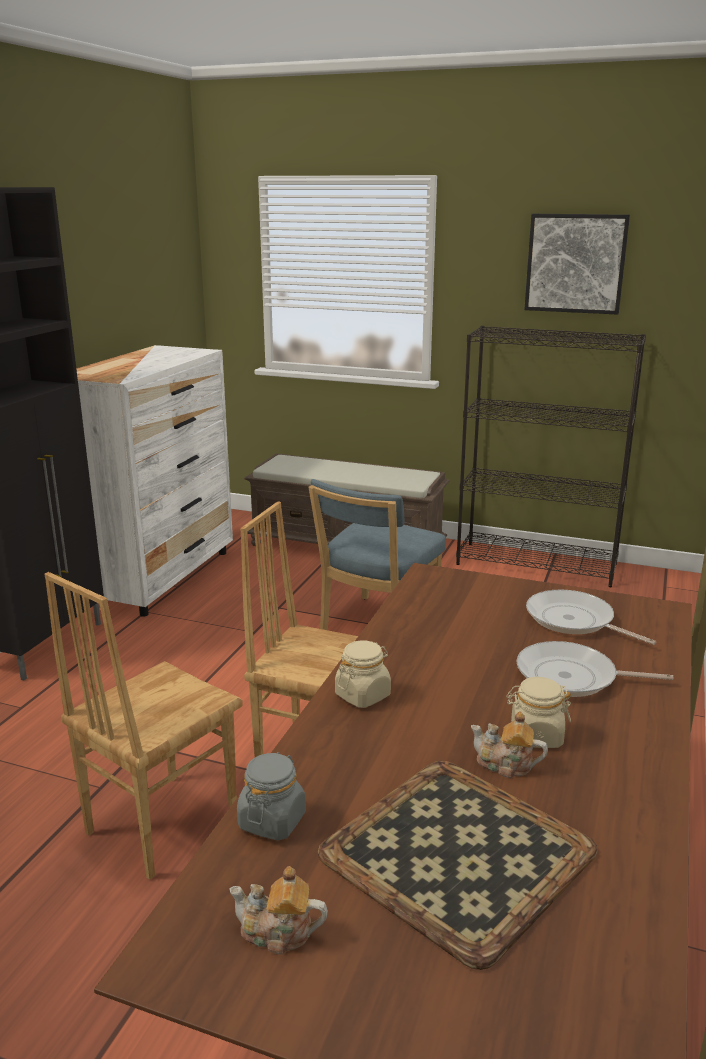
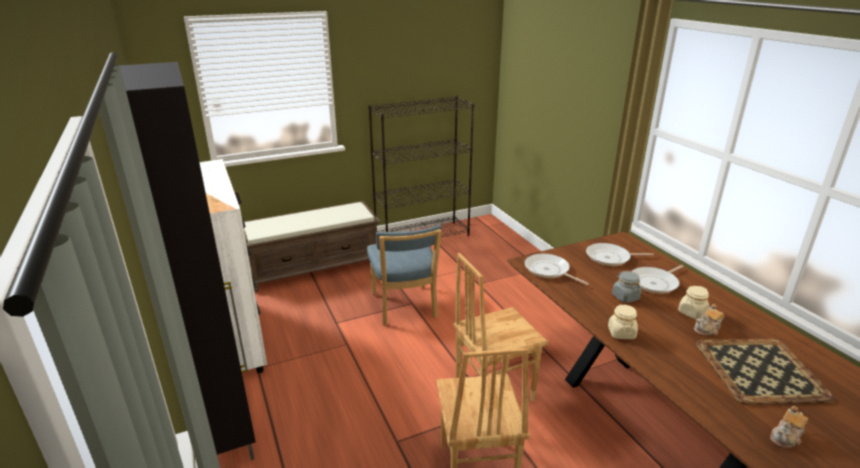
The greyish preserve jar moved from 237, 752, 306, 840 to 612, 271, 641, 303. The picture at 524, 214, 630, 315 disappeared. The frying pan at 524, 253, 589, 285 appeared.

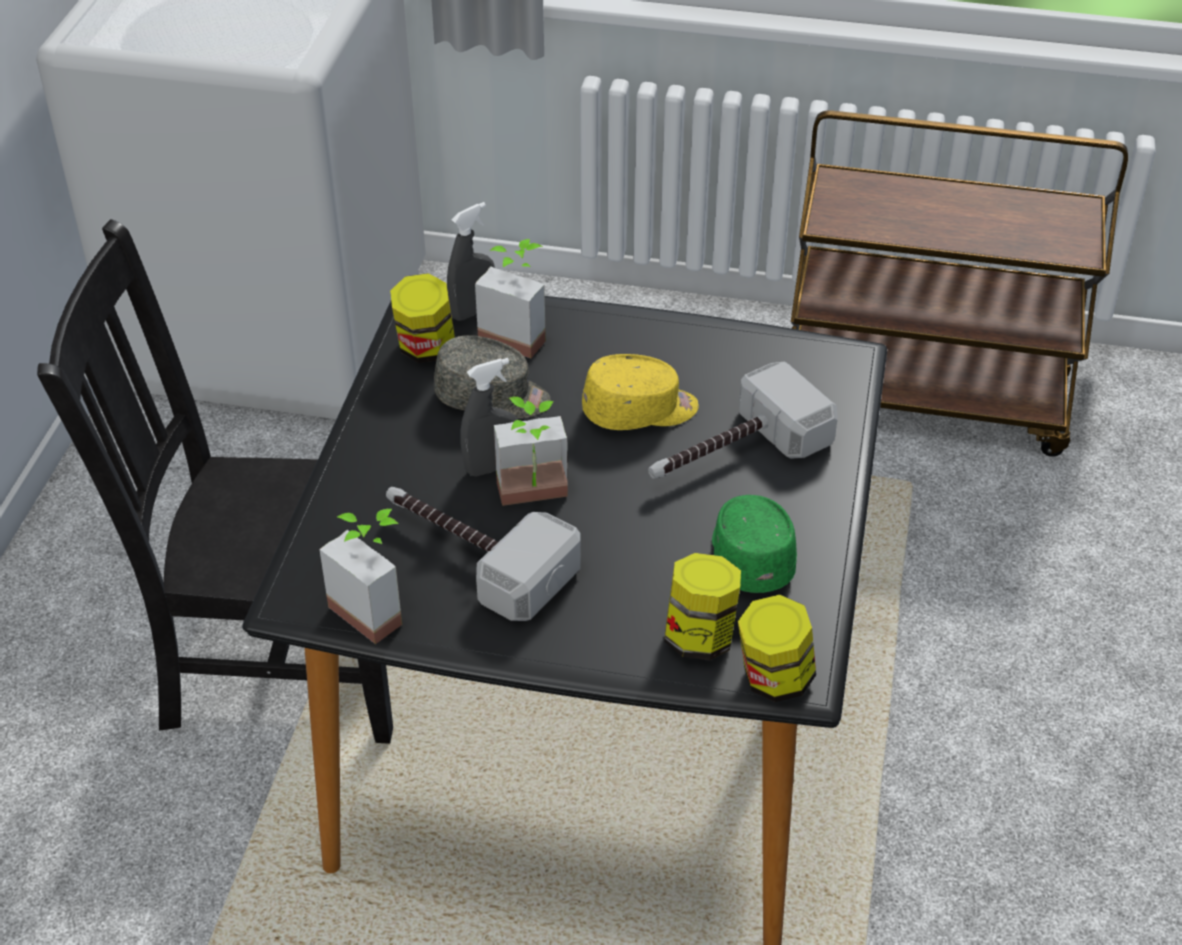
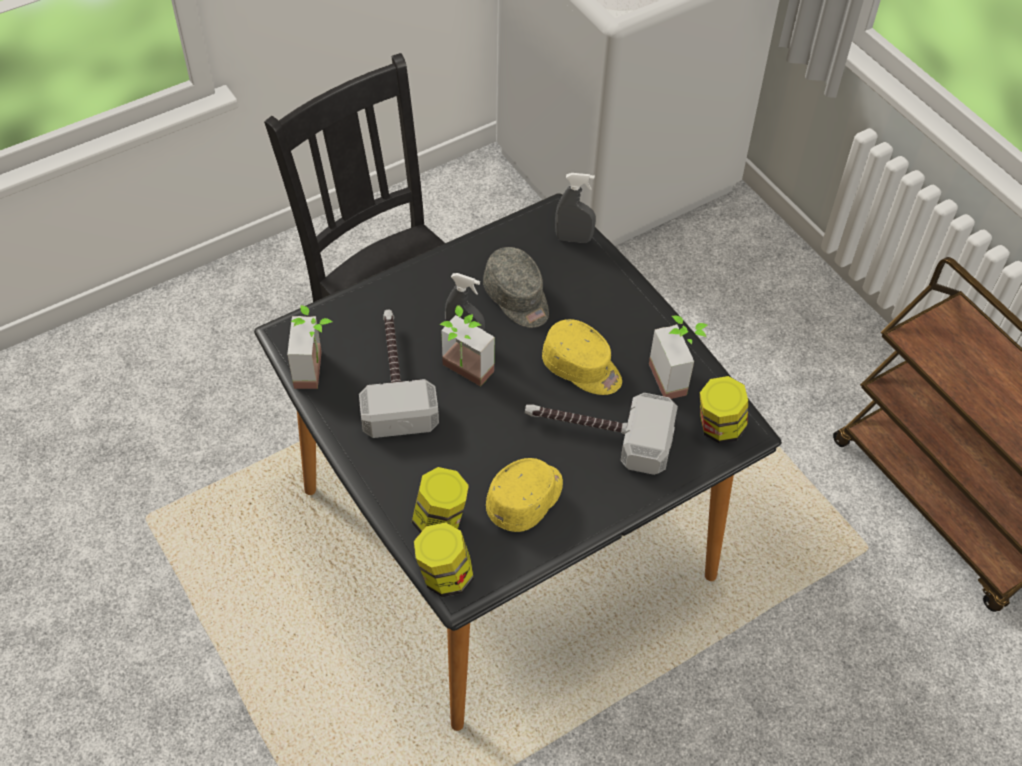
The preserve jar moved from 390, 273, 455, 363 to 700, 376, 748, 444. The potted plant moved from 475, 239, 546, 358 to 649, 316, 708, 399. The greenish baseball cap at 712, 495, 797, 593 became the yellow-coloured baseball cap at 486, 458, 563, 532.

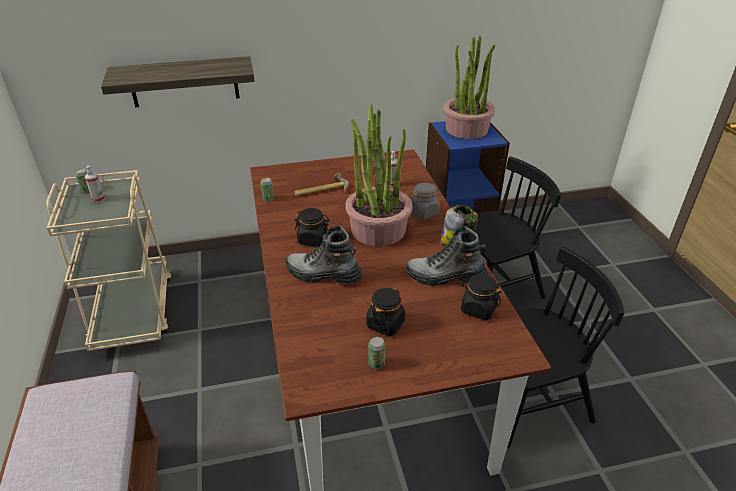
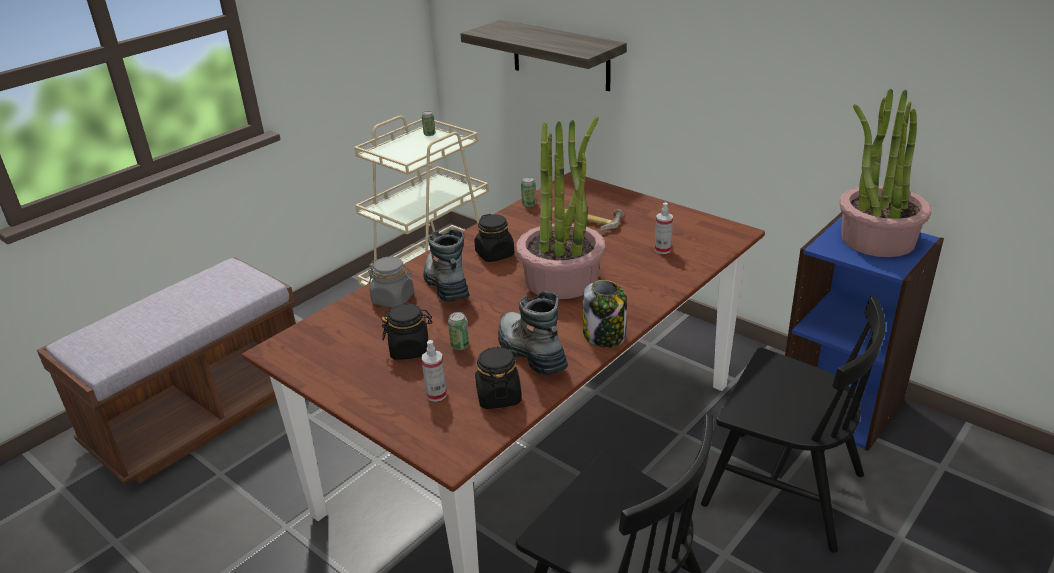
The hand sprayer moved from 85, 166, 105, 203 to 421, 340, 447, 402. The metal can moved from 368, 337, 386, 369 to 448, 312, 469, 350. The greyish preserve jar moved from 411, 183, 440, 220 to 368, 257, 414, 308.

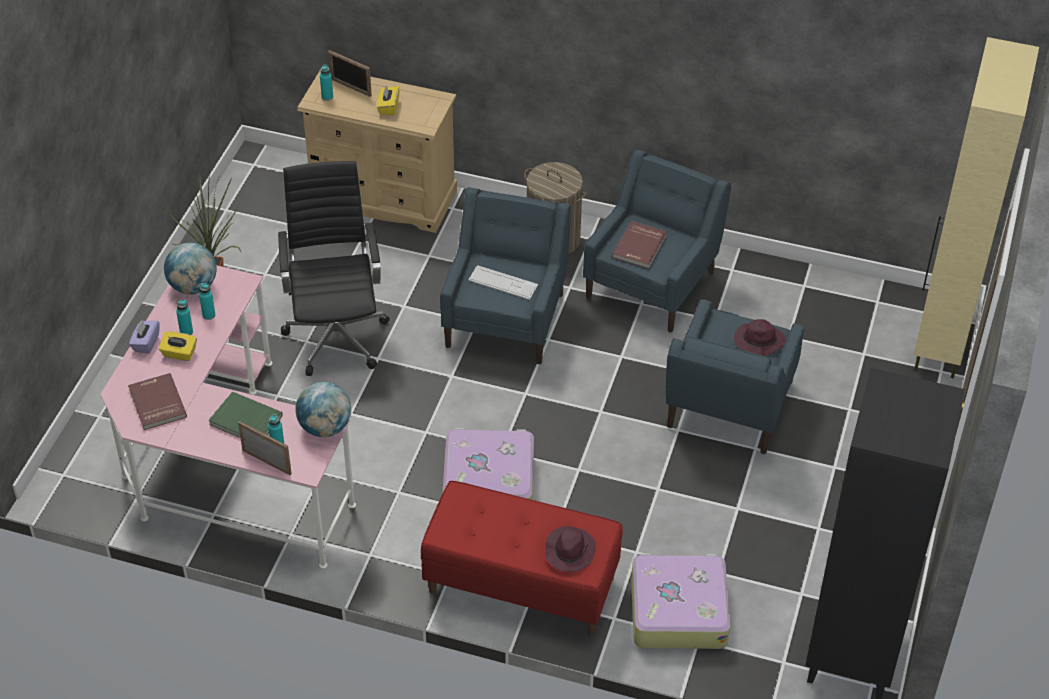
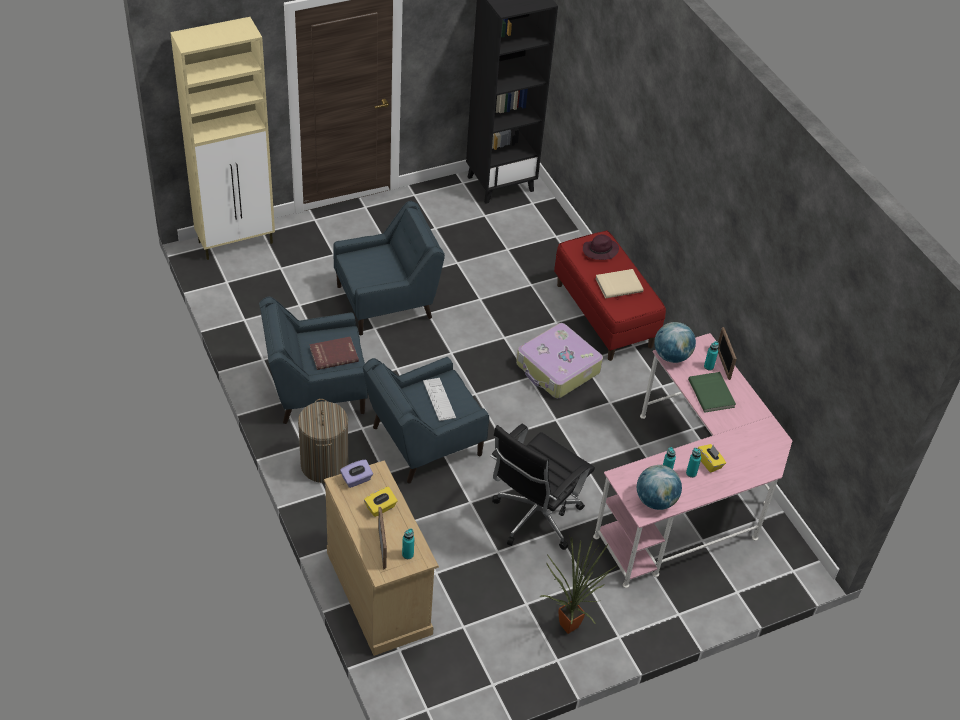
The red-coloured book at 128, 373, 187, 430 disappeared. The purple box of tissues moved from 129, 320, 159, 354 to 340, 459, 373, 488. The piece of luggage at 631, 553, 730, 649 disappeared. The purple wearable hat at 734, 319, 786, 356 disappeared. The beige-coloured book at 595, 269, 643, 298 appeared.

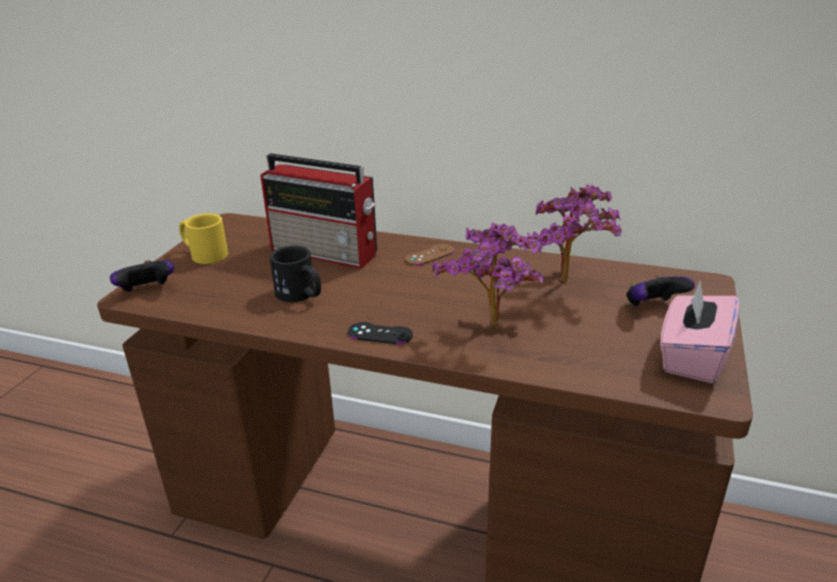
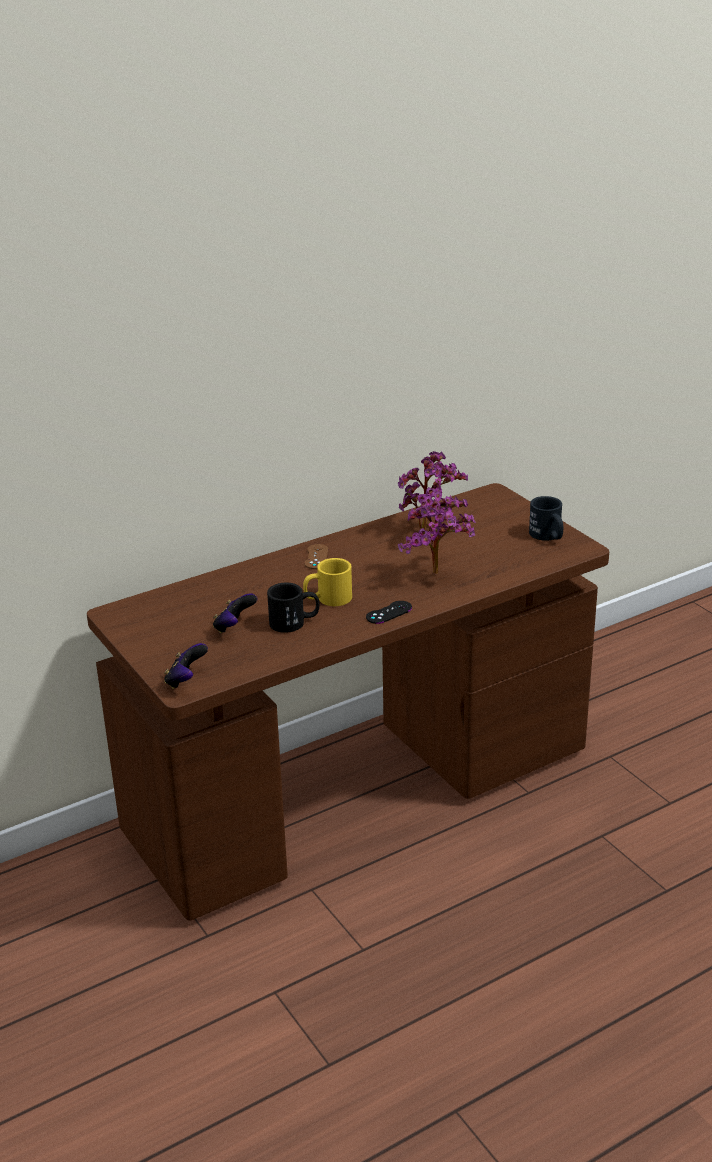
The yellow-coloured coffee mug moved from 179, 213, 228, 264 to 303, 558, 352, 606. The radio at 260, 153, 377, 269 disappeared. The joypad moved from 626, 274, 695, 306 to 213, 593, 258, 633. The pink box of tissues at 660, 281, 740, 383 was replaced by the black coffee mug at 529, 496, 563, 541.

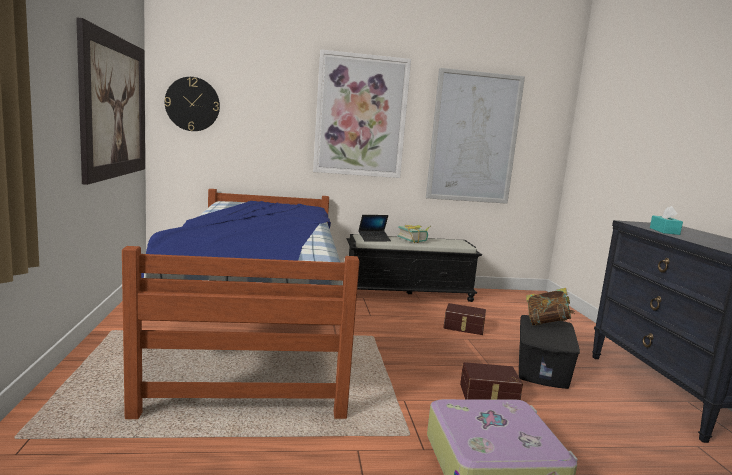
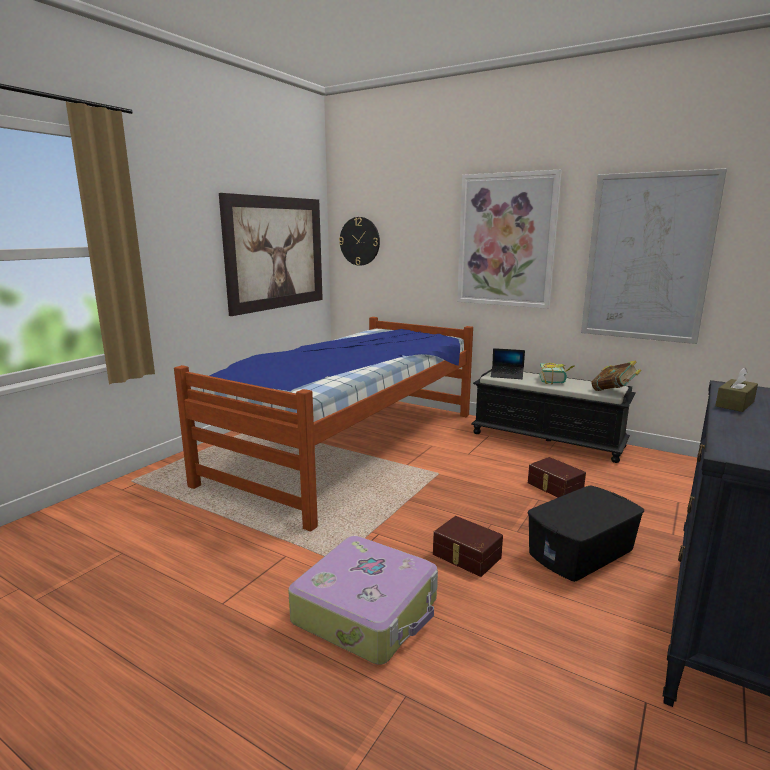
The book moved from 526, 288, 575, 326 to 591, 360, 641, 391. The blue-green box of tissues at 650, 206, 683, 235 became the brown box of tissues at 715, 367, 758, 412.

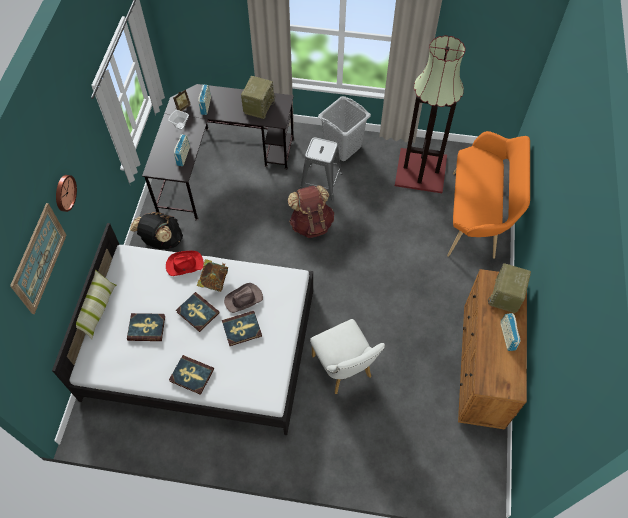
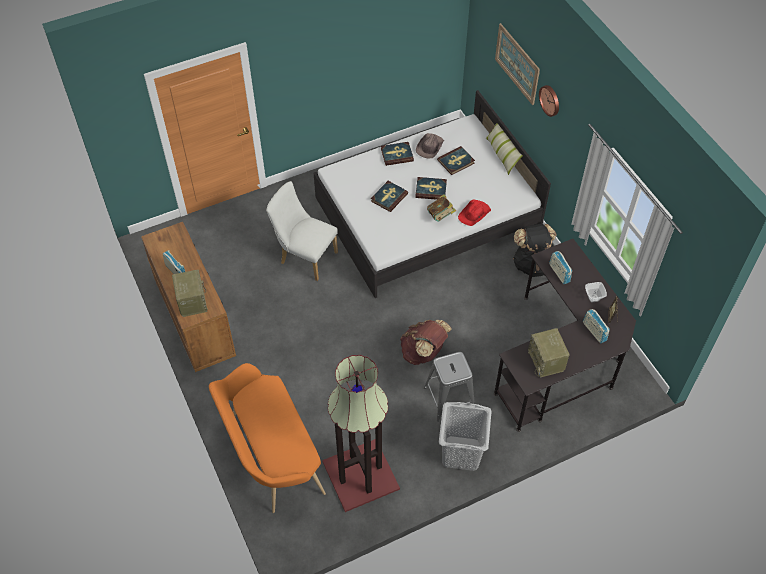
The brown wearable hat moved from 224, 283, 263, 313 to 416, 133, 444, 158.

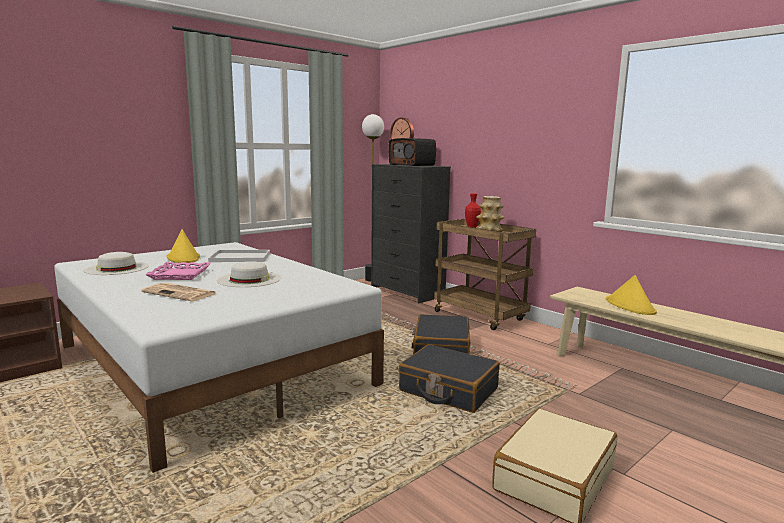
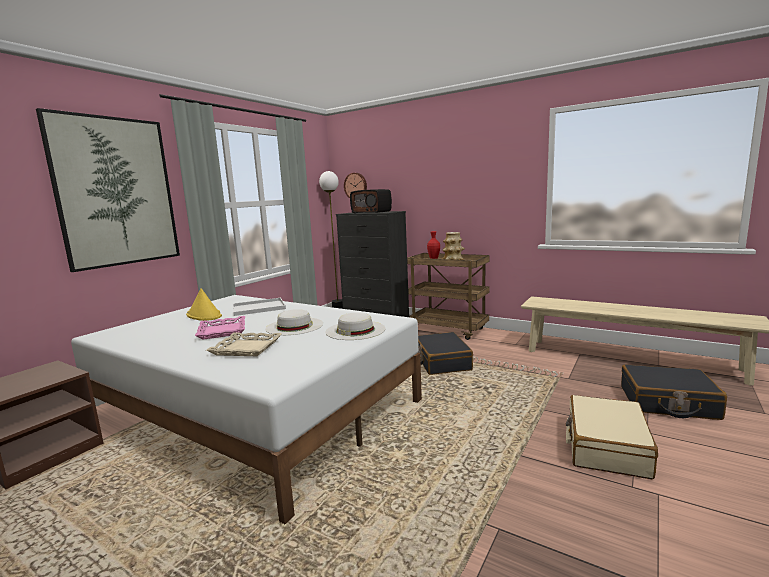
The white-coloured wearable hat moved from 84, 252, 149, 275 to 325, 312, 386, 340. The daily paper at 141, 283, 218, 301 was replaced by the beige-coloured carrying tray at 206, 332, 282, 356. The black piece of luggage moved from 398, 344, 500, 413 to 621, 365, 727, 420. The yellow-coloured wearable hat at 606, 275, 657, 315 disappeared. The picture at 36, 108, 180, 272 appeared.

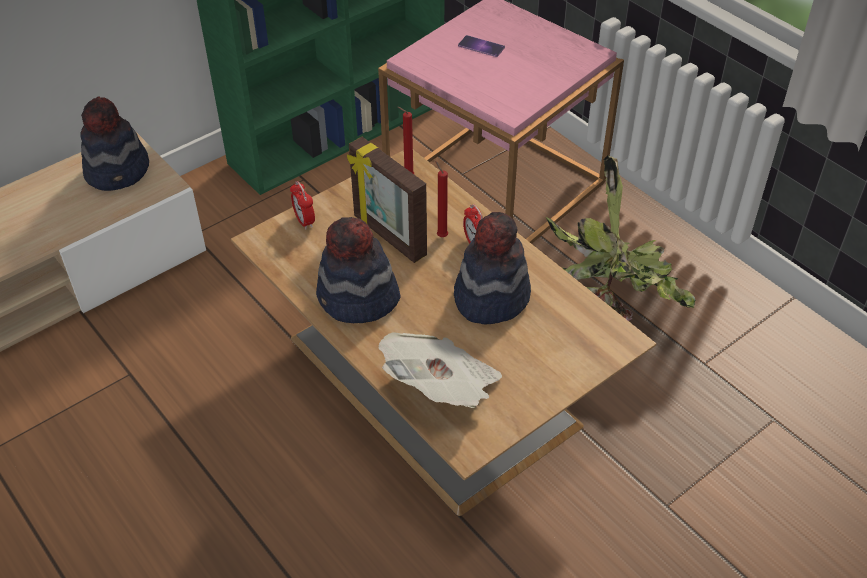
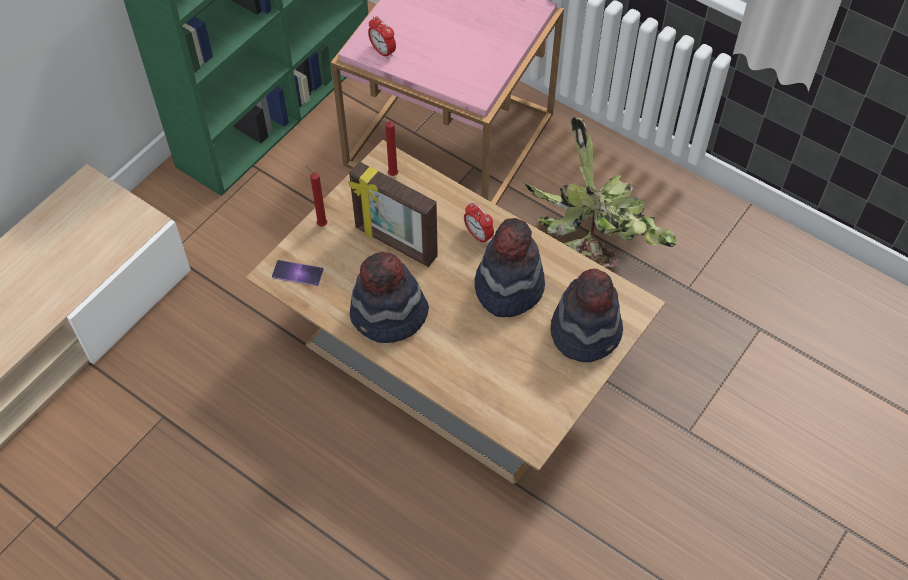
The wearable hat moved from 80, 96, 149, 191 to 550, 269, 623, 362. The alarm clock moved from 290, 181, 315, 230 to 368, 16, 396, 59. The daily paper at 378, 332, 502, 408 disappeared. The red-coloured wax light moved from 435, 161, 448, 237 to 306, 166, 328, 227. The phone moved from 458, 35, 505, 57 to 272, 260, 324, 286.

